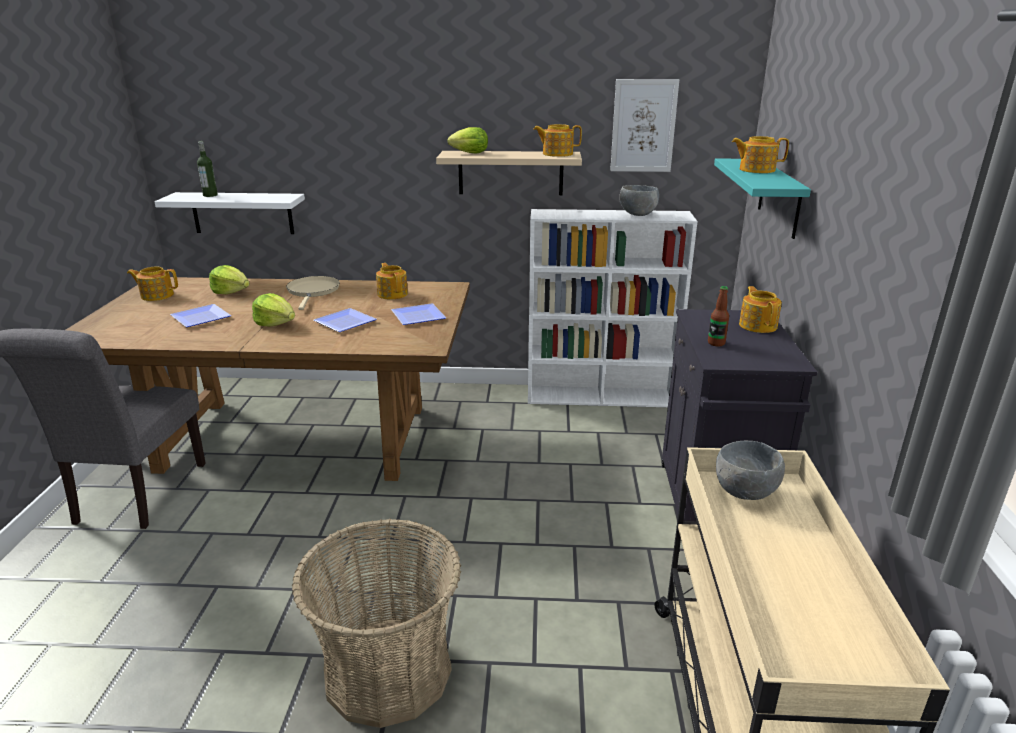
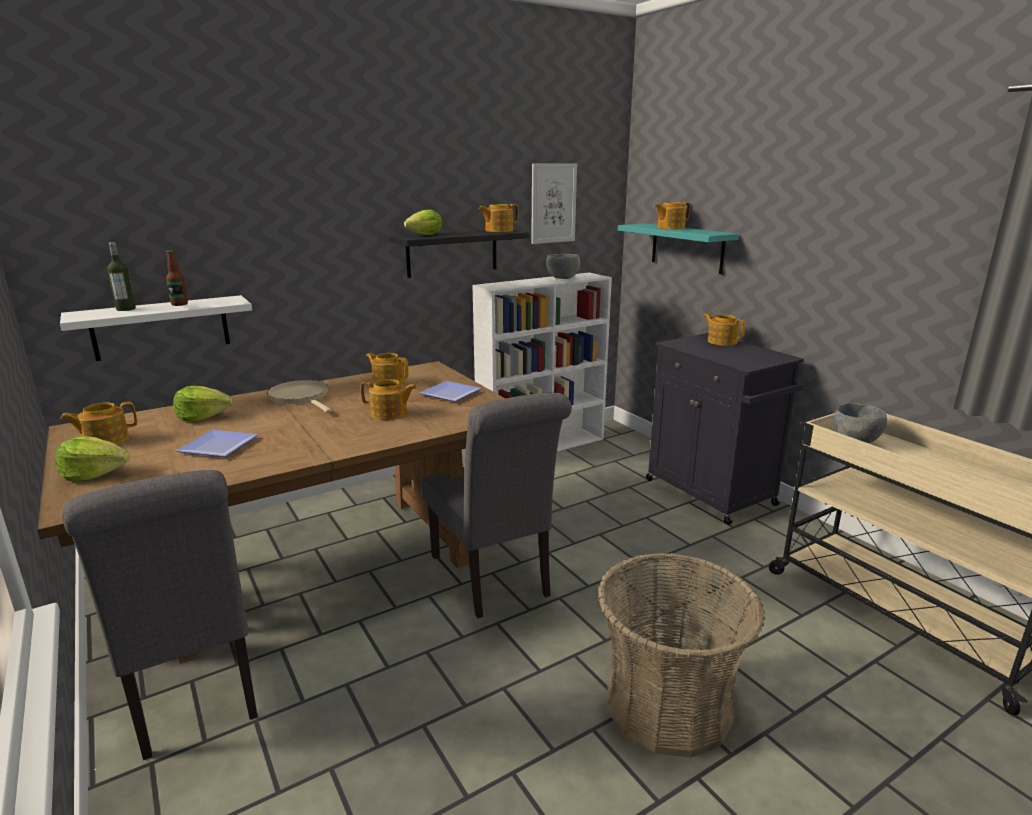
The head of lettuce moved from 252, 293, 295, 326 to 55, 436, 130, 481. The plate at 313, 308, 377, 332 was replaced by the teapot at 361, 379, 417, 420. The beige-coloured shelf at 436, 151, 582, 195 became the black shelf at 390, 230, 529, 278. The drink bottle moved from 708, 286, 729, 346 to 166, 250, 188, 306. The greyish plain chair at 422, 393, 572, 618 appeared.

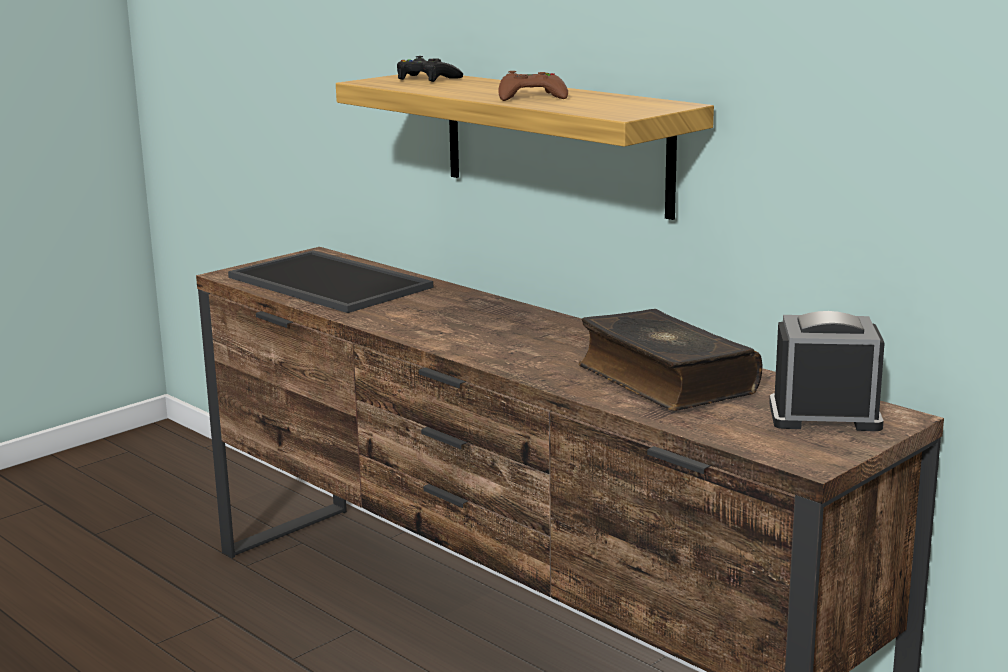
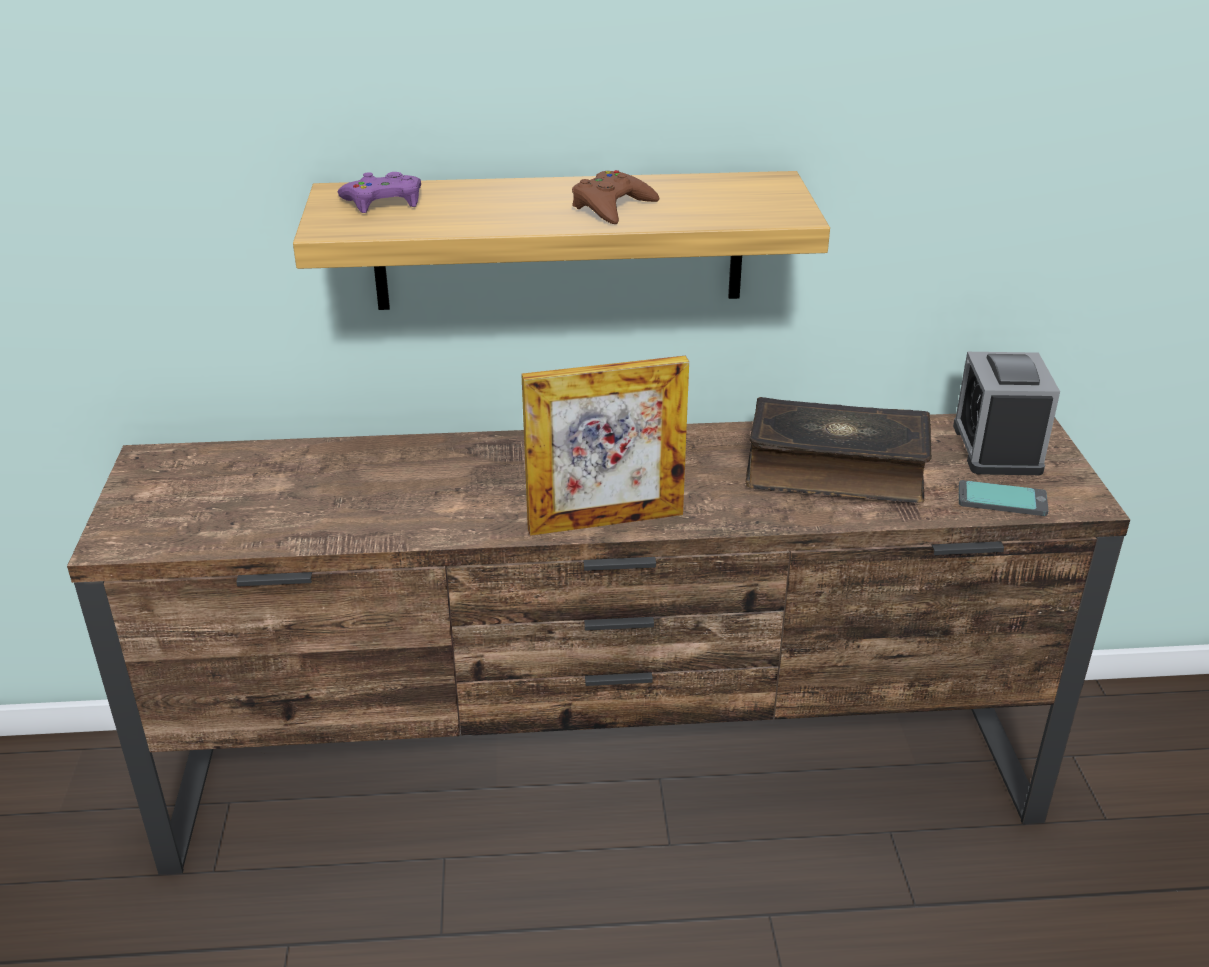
The carrying tray at 228, 250, 433, 313 disappeared. The black joypad at 397, 56, 463, 82 became the purple joypad at 337, 172, 421, 213. The alarm clock at 769, 311, 885, 431 turned 45 degrees counterclockwise. The standing frame at 521, 355, 689, 536 appeared. The phone at 959, 480, 1049, 516 appeared.

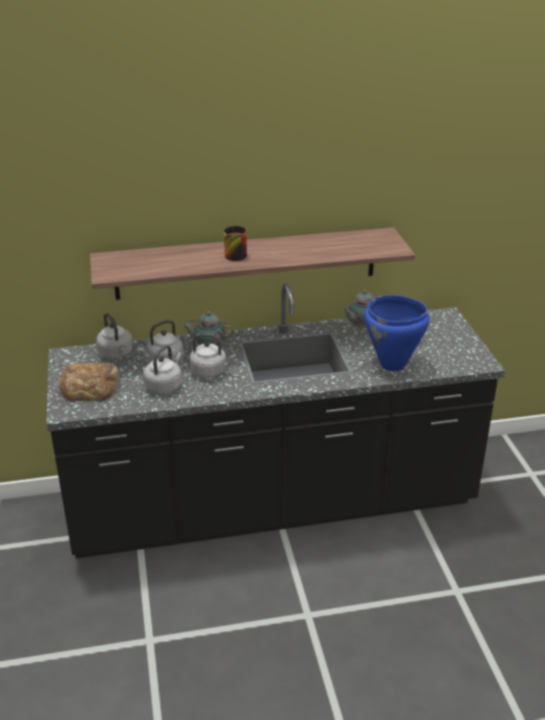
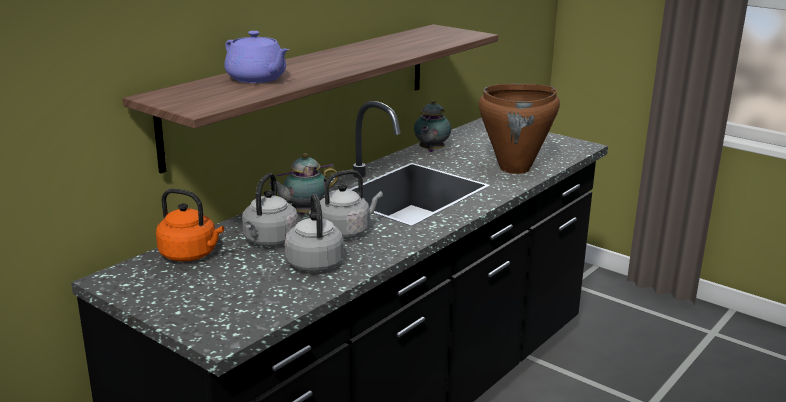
The baked bread at 59, 363, 119, 401 disappeared. The greyish kettle at 96, 313, 133, 359 became the orange-coloured kettle at 156, 189, 224, 262. The coffee mug at 224, 226, 247, 261 disappeared. The blue-coloured stockpot at 364, 295, 430, 371 became the brown stockpot at 479, 84, 560, 174. The purple teapot at 224, 31, 289, 83 appeared.

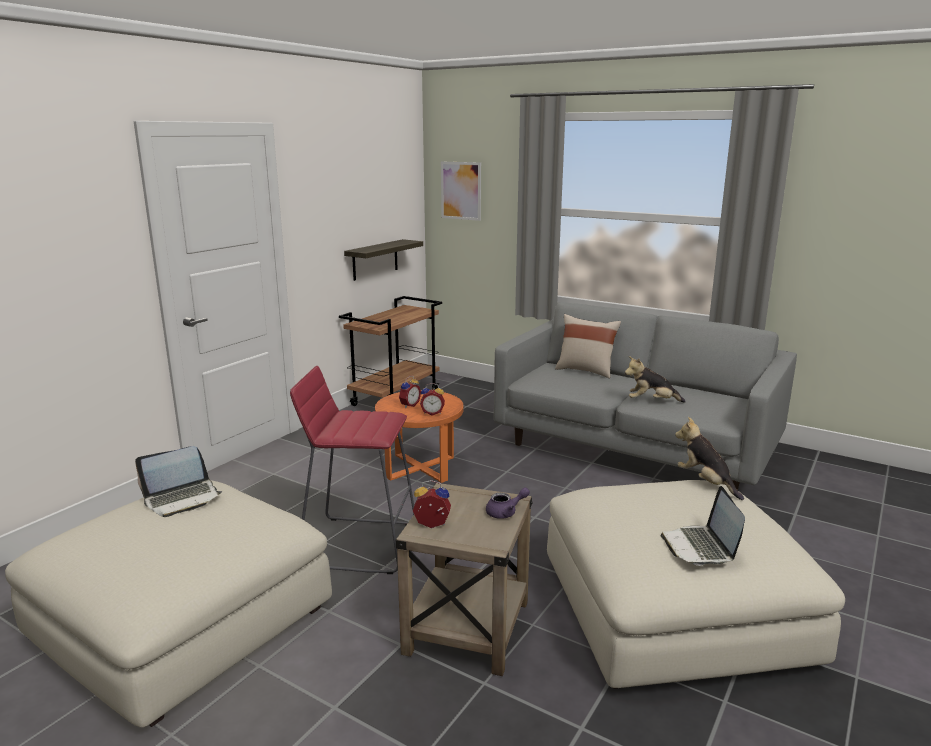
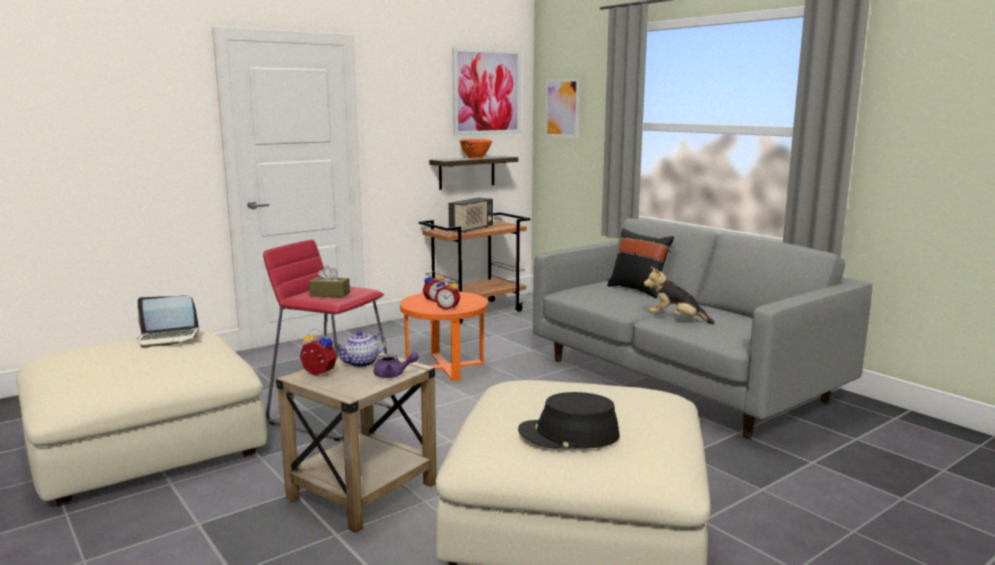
The beige-coloured pillow at 555, 314, 621, 378 became the black pillow at 607, 228, 674, 298. The portable computer at 660, 486, 745, 566 was replaced by the black wearable hat at 518, 392, 620, 449. The soft toy at 675, 417, 744, 500 disappeared. The brown box of tissues at 309, 265, 350, 298 appeared. The teapot at 334, 331, 386, 367 appeared. The radio at 449, 197, 493, 233 appeared. The picture at 453, 48, 521, 135 appeared. The orange-coloured deep dish at 459, 139, 492, 159 appeared.

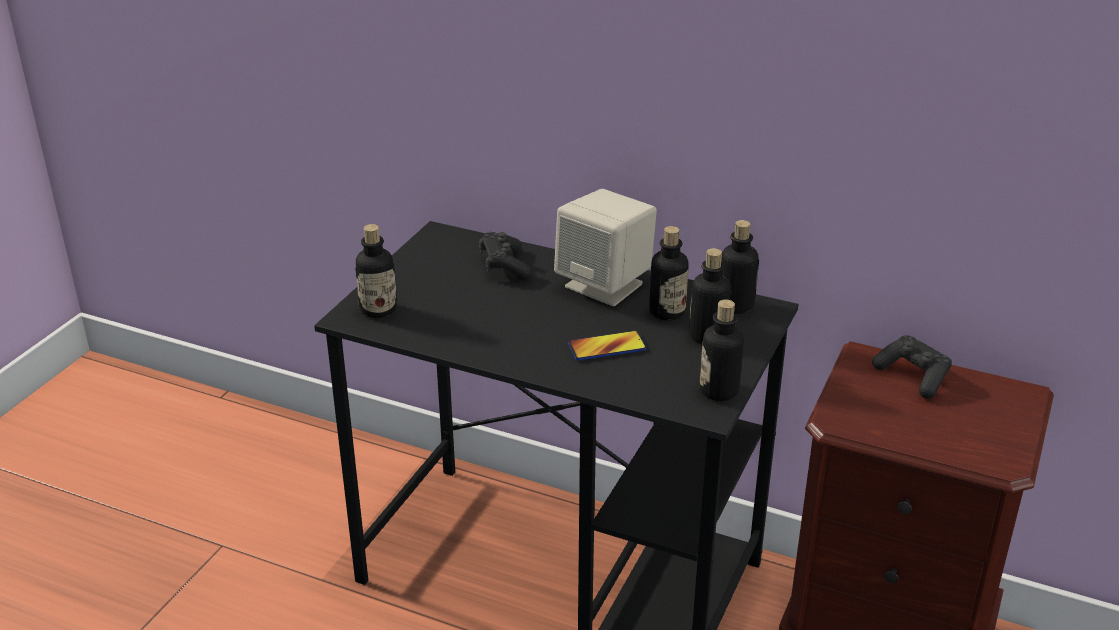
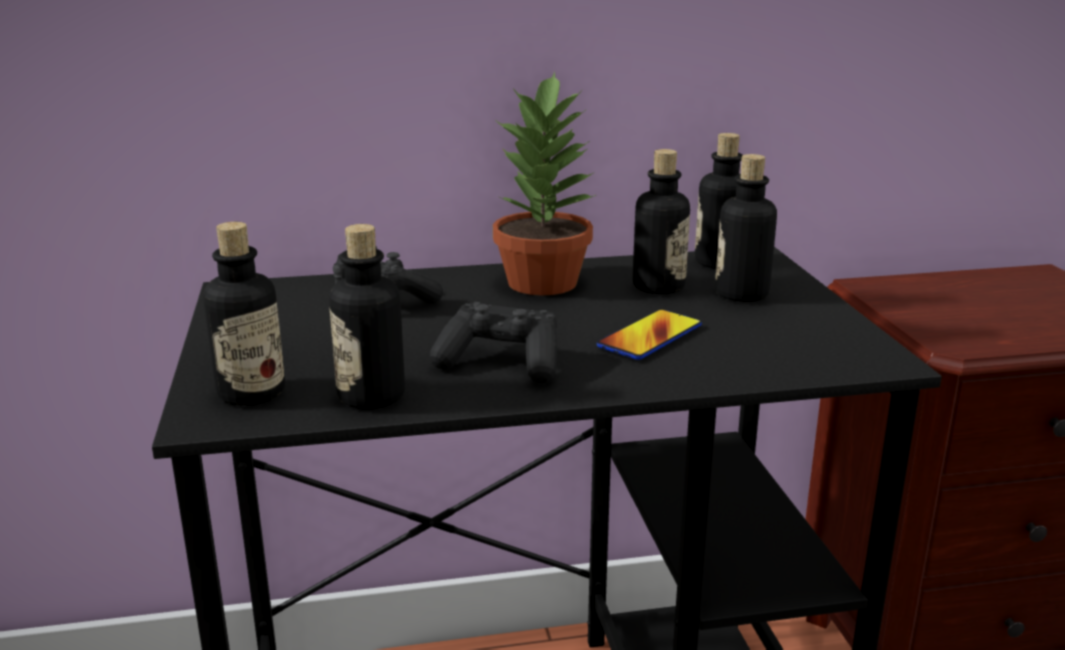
The beige-coloured audio speaker at 554, 189, 657, 306 was replaced by the potted plant at 493, 72, 596, 295. The drink bottle moved from 700, 299, 744, 401 to 329, 224, 405, 409. The black joypad moved from 872, 335, 952, 399 to 430, 302, 557, 384.

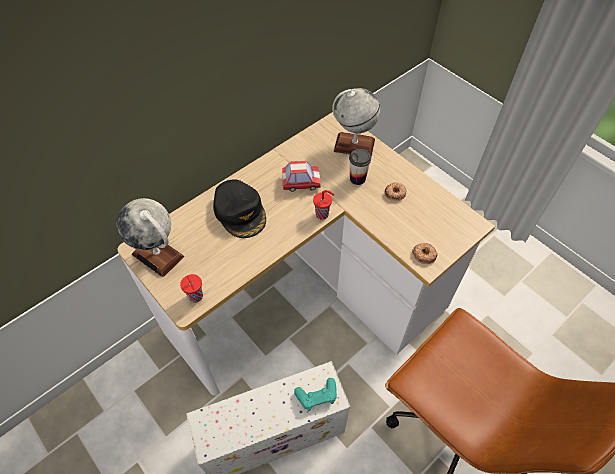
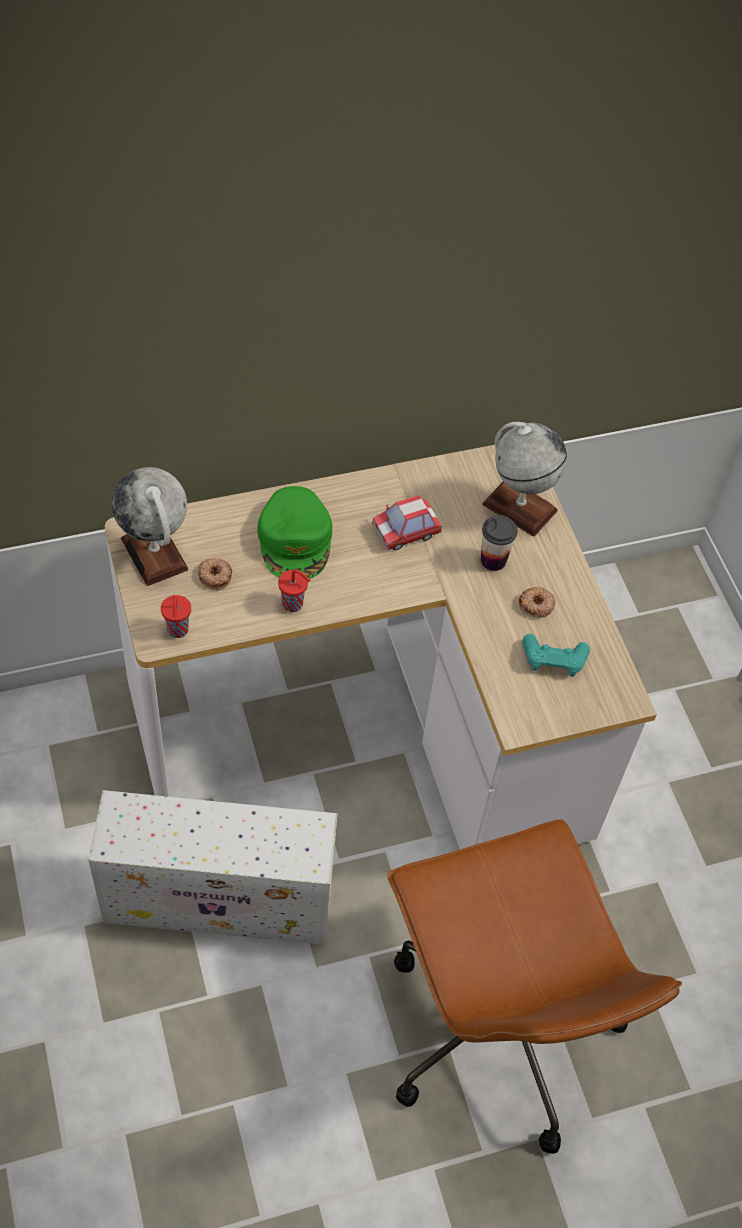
The black baseball cap at 213, 179, 266, 238 became the greenish baseball cap at 258, 486, 333, 579. The model car at 282, 161, 321, 192 turned 135 degrees clockwise. The blue-green joypad moved from 294, 378, 337, 411 to 522, 634, 590, 677. The red-coloured drinking cup moved from 313, 190, 334, 220 to 278, 569, 311, 612. The ring doughnut moved from 412, 243, 438, 264 to 198, 558, 233, 590.

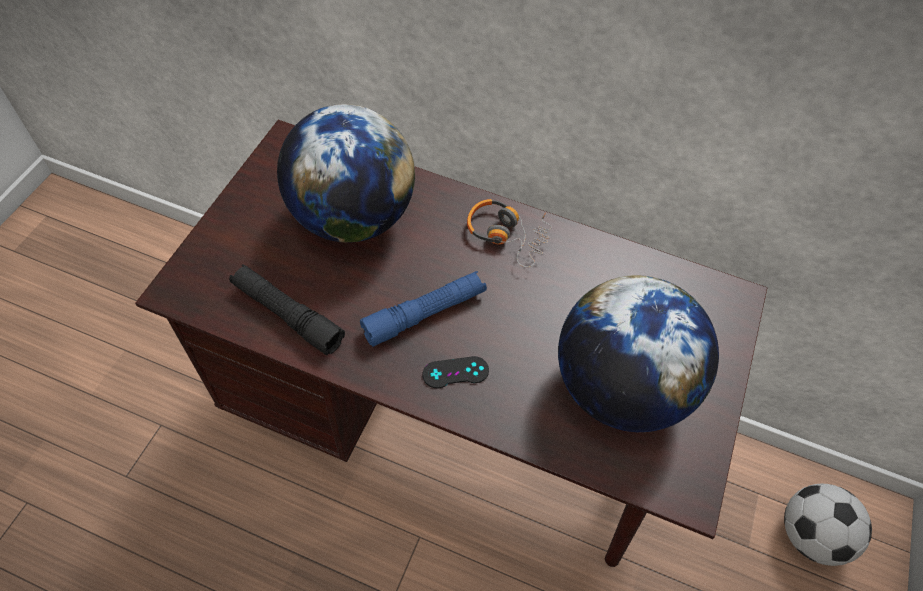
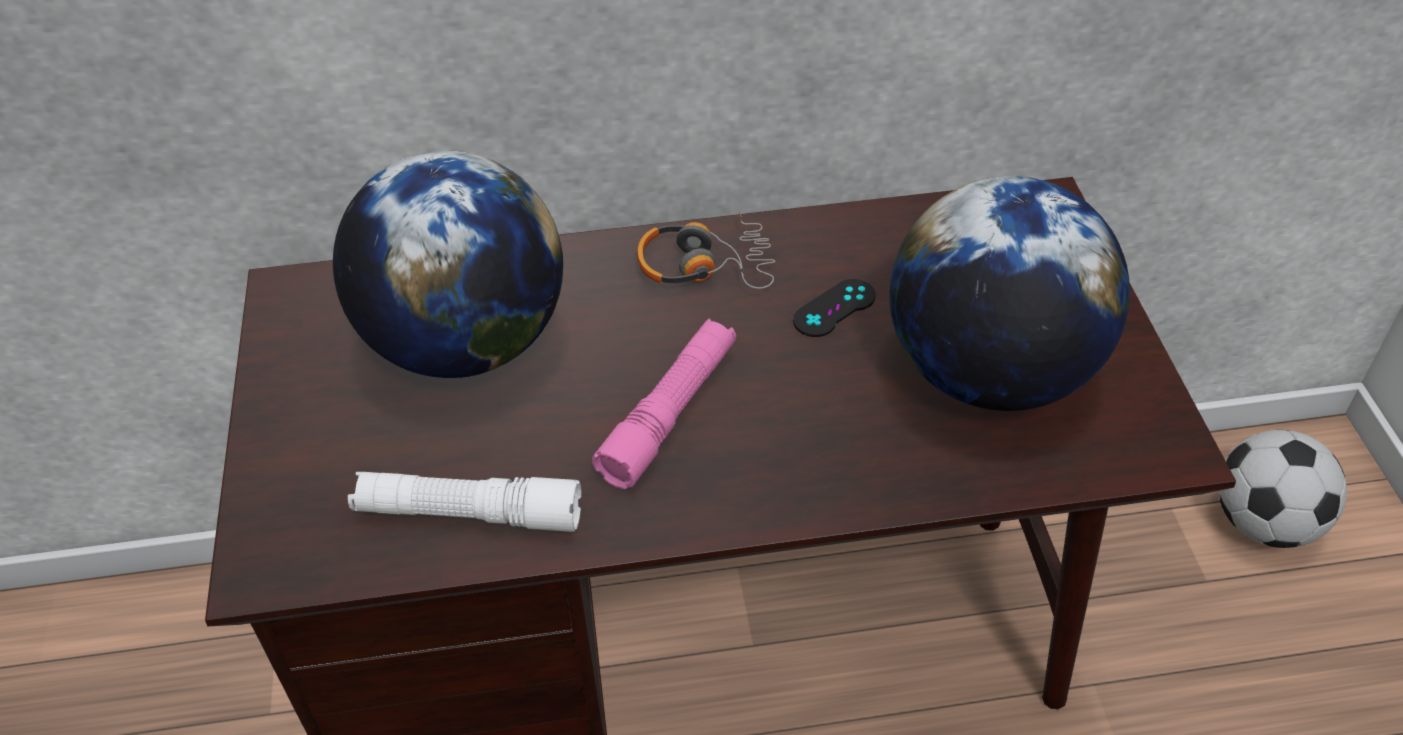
The black hand torch at 229, 264, 345, 355 became the white-coloured hand torch at 348, 472, 582, 532. The blue-coloured hand torch at 360, 271, 487, 347 became the pink hand torch at 592, 319, 736, 489. The black joypad moved from 423, 356, 489, 388 to 793, 279, 876, 337.

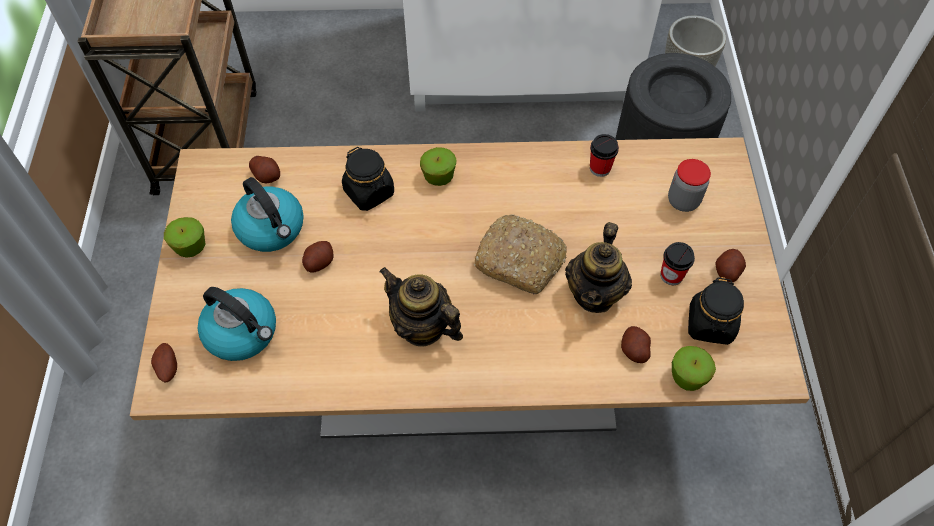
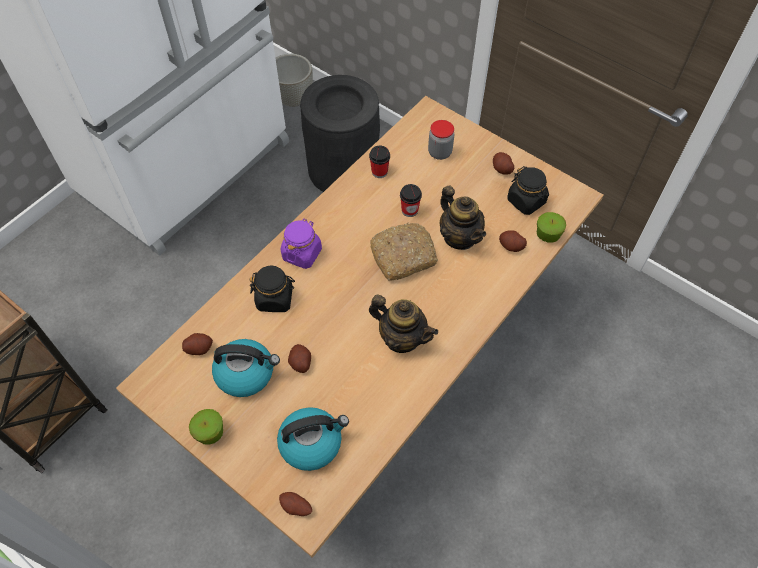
The teapot at 379, 267, 463, 347 turned 135 degrees counterclockwise. The apple at 420, 147, 457, 186 was replaced by the purple preserve jar at 281, 219, 322, 269. The drinking cup moved from 660, 242, 695, 285 to 400, 184, 422, 217.

